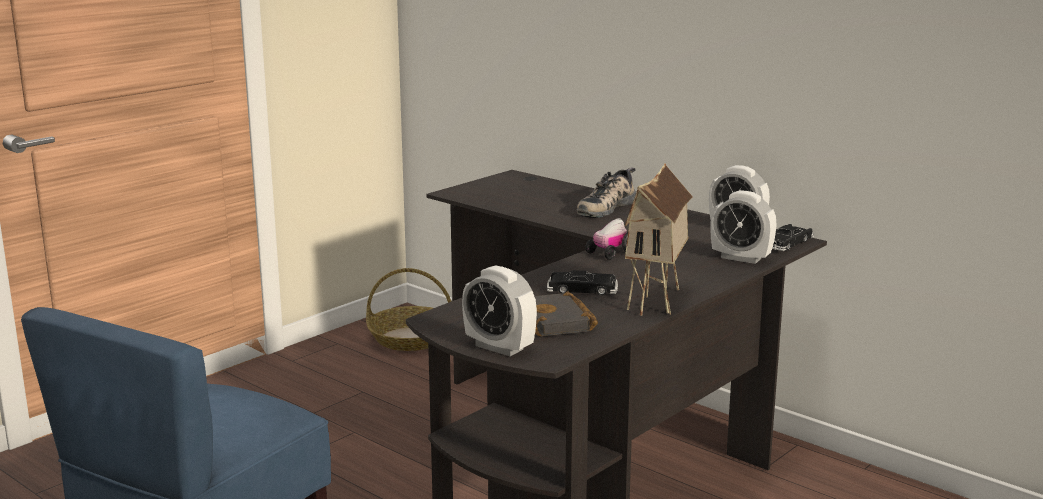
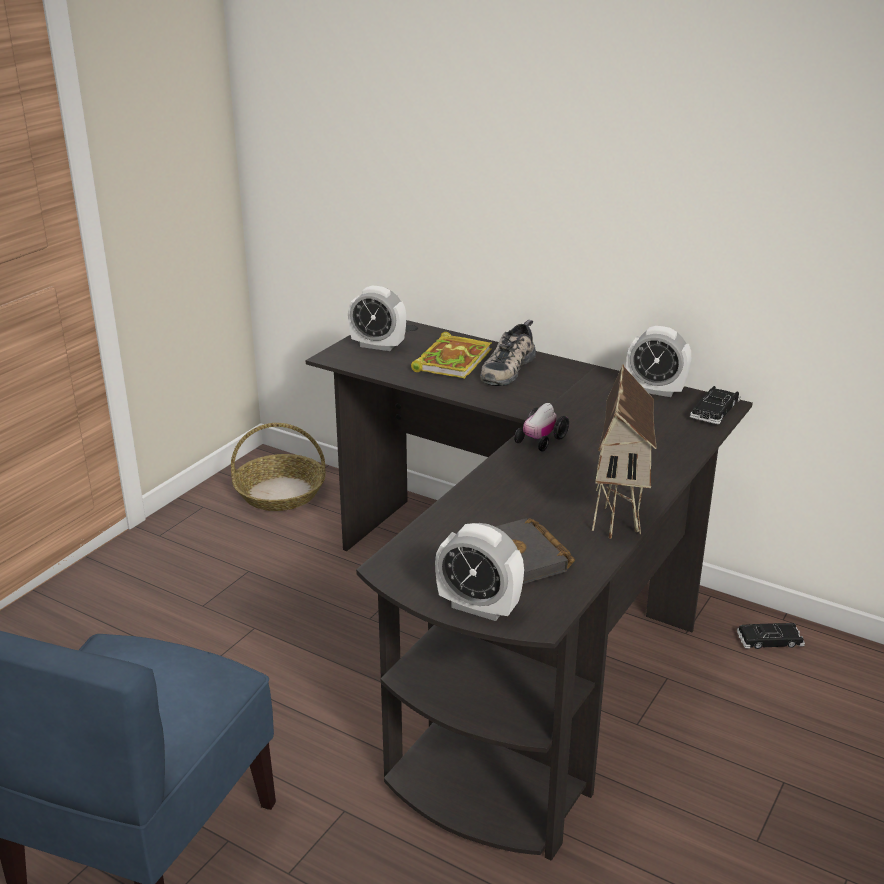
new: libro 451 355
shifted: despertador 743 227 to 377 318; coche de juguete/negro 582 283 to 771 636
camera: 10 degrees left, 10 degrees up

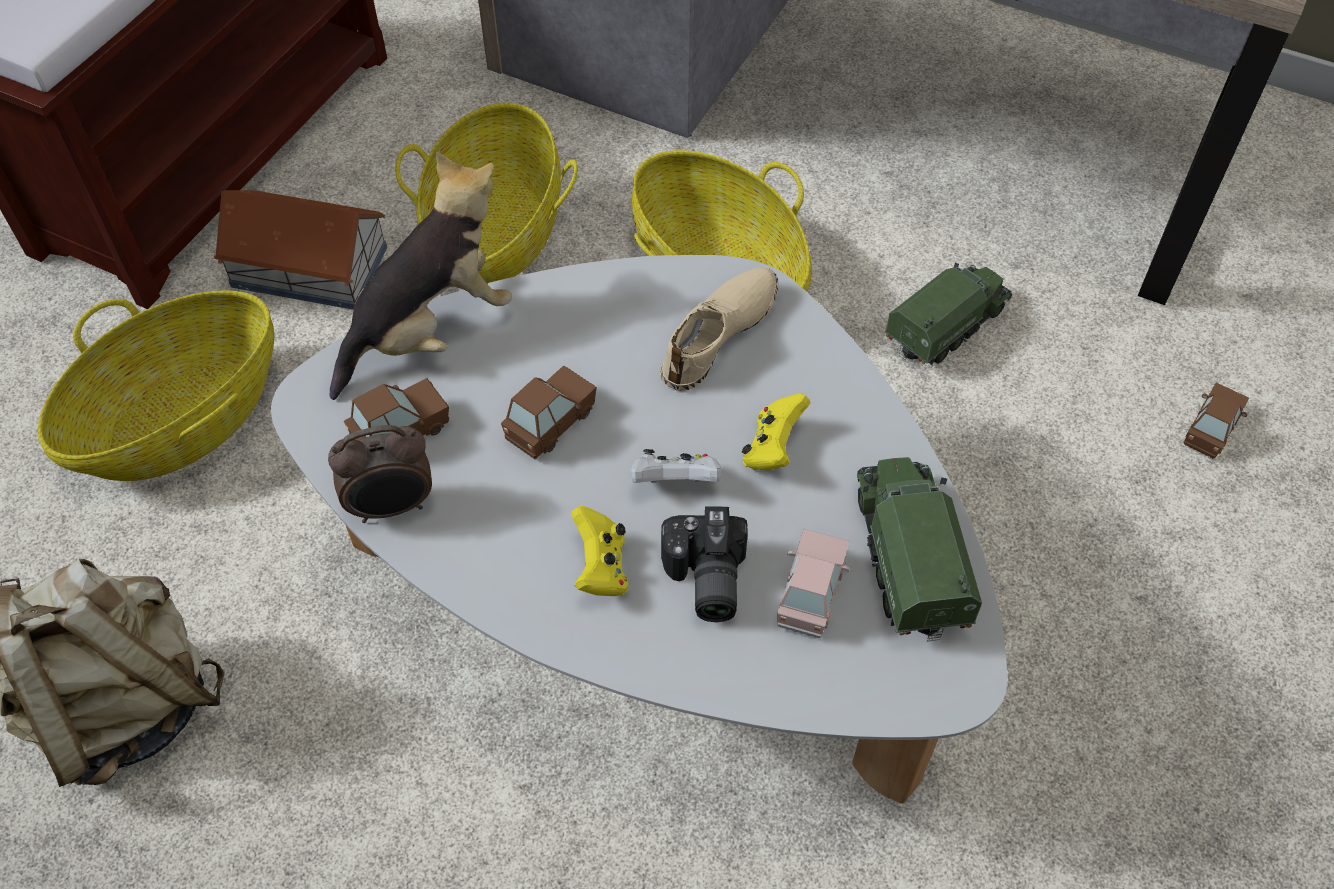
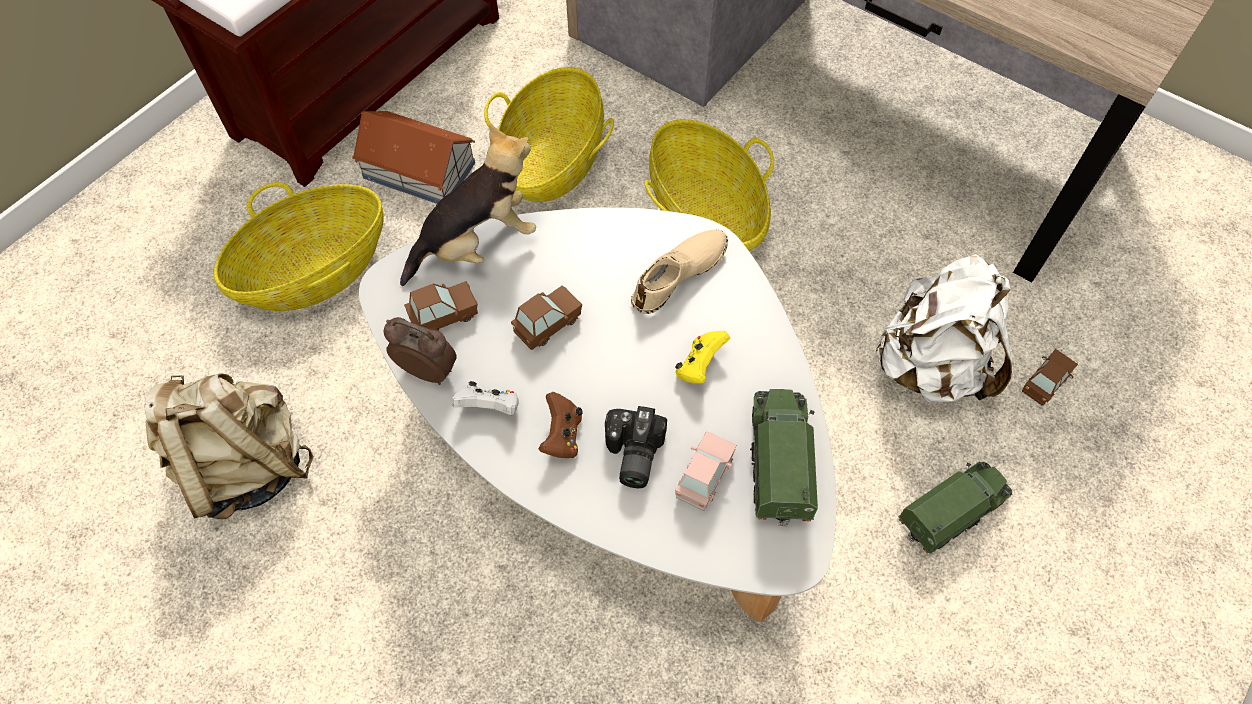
new: mochila/blanco 942 328
shifted: mando de consola/blanco 676 466 to 485 398; camión de juguete 948 314 to 955 508
repainted: mando de consola/amarillo 599 551 to mando de consola/marrón 560 425
rotated: despertador 380 474 = 420 351 150 degrees counterclockwise
camera: 10 degrees right, 5 degrees up

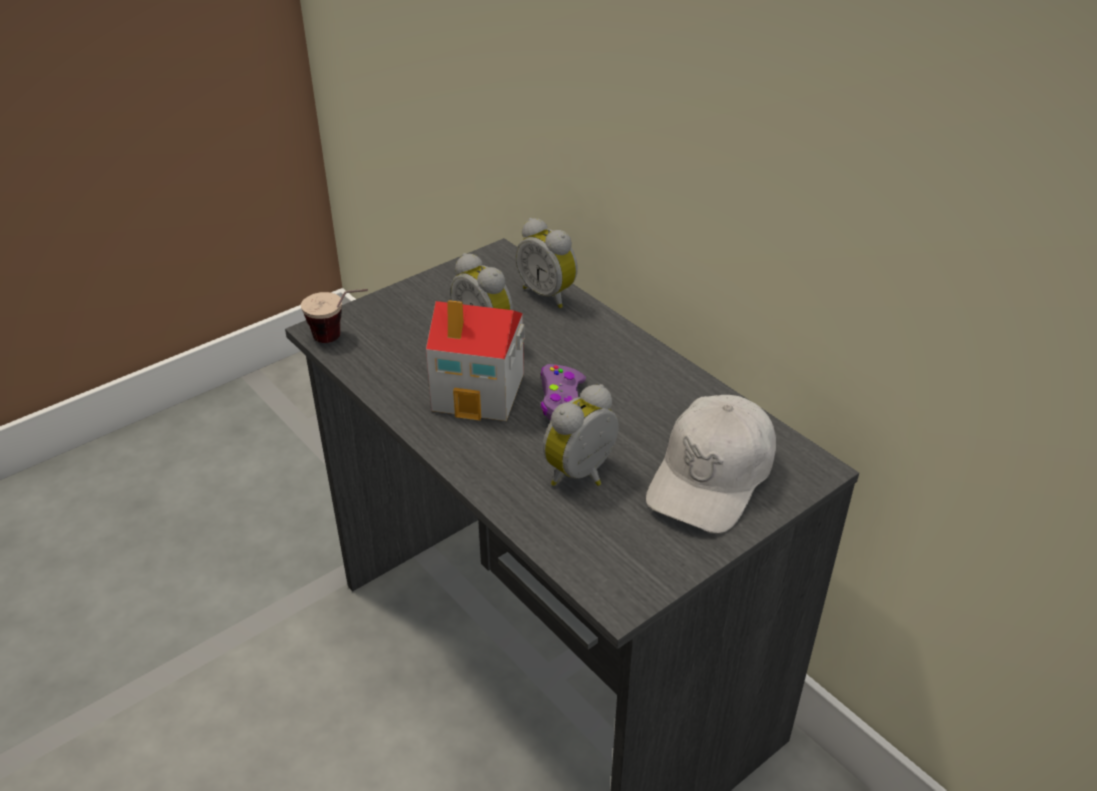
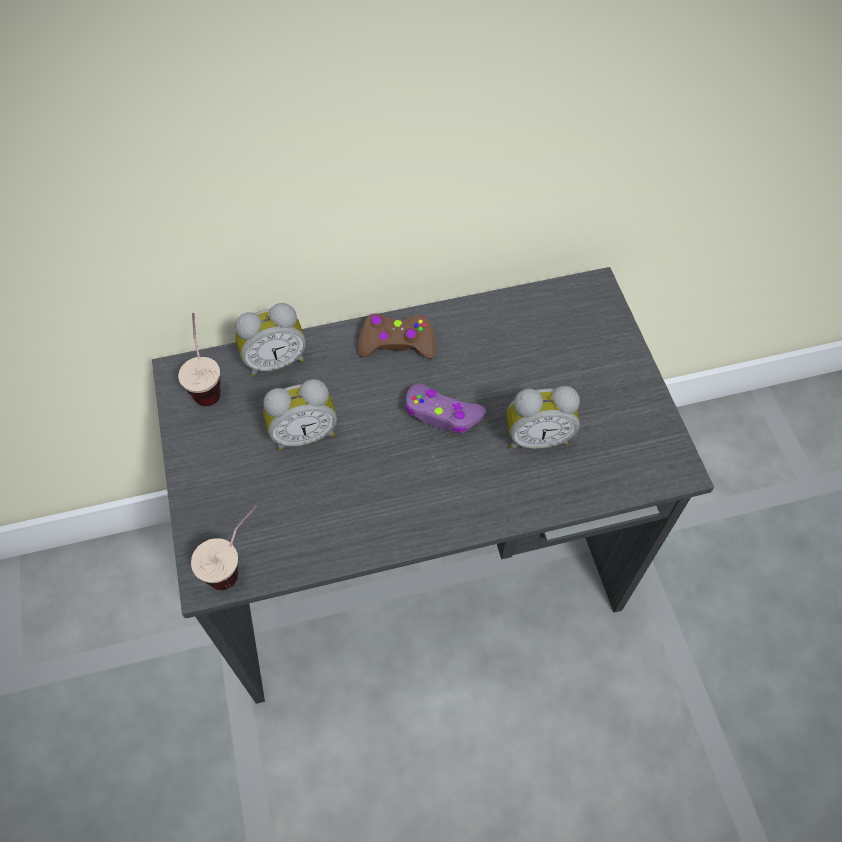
gone: casita 475 360; gorra/blanco 711 464
new: taza 199 359; mando de consola/marrón 396 336
rotated: despertador 581 435 = 543 417 75 degrees counterclockwise
camera: 65 degrees left, 20 degrees up

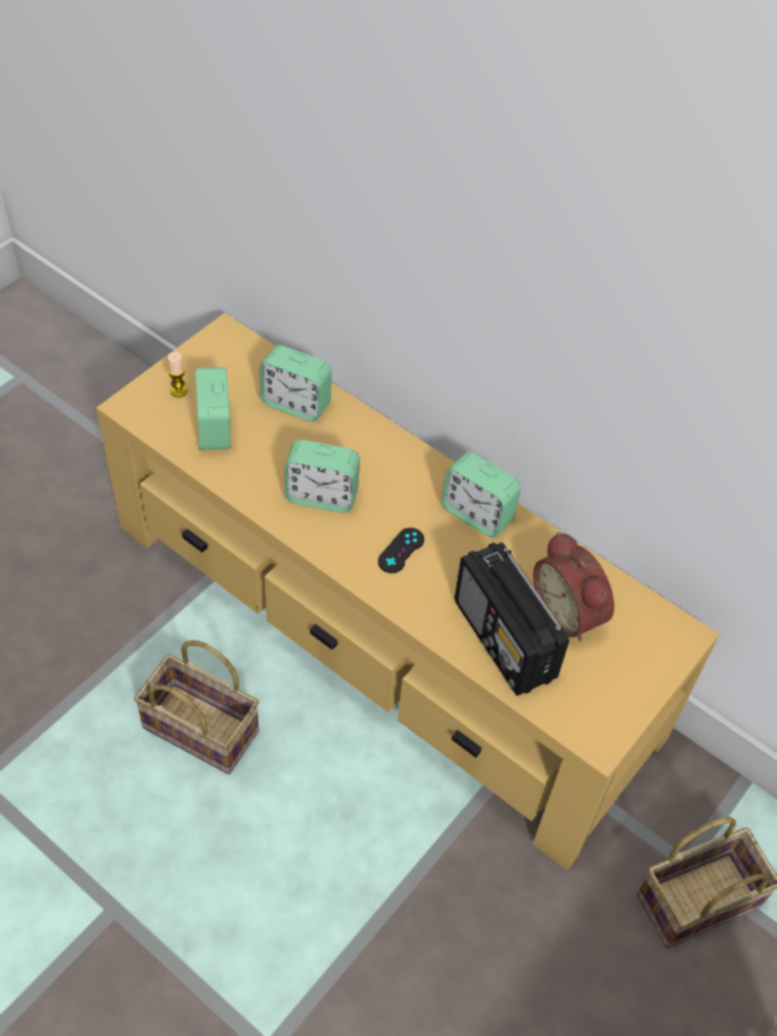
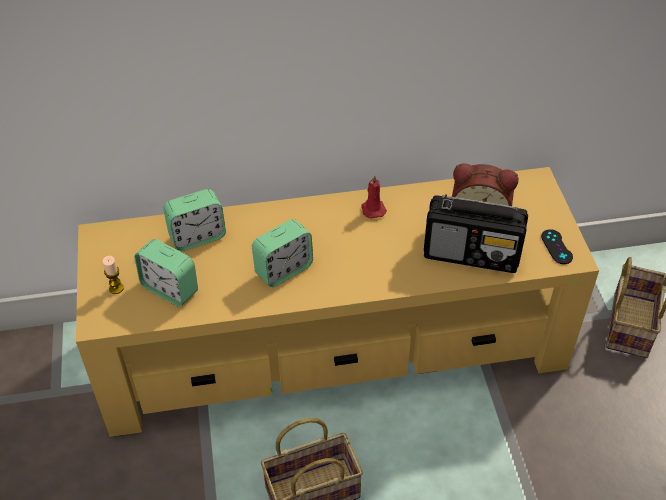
shifted: mando de consola/negro 401 550 to 557 246
swapped: despertador 481 495 to vela/rojo 374 197
camera: 45 degrees left, 5 degrees down

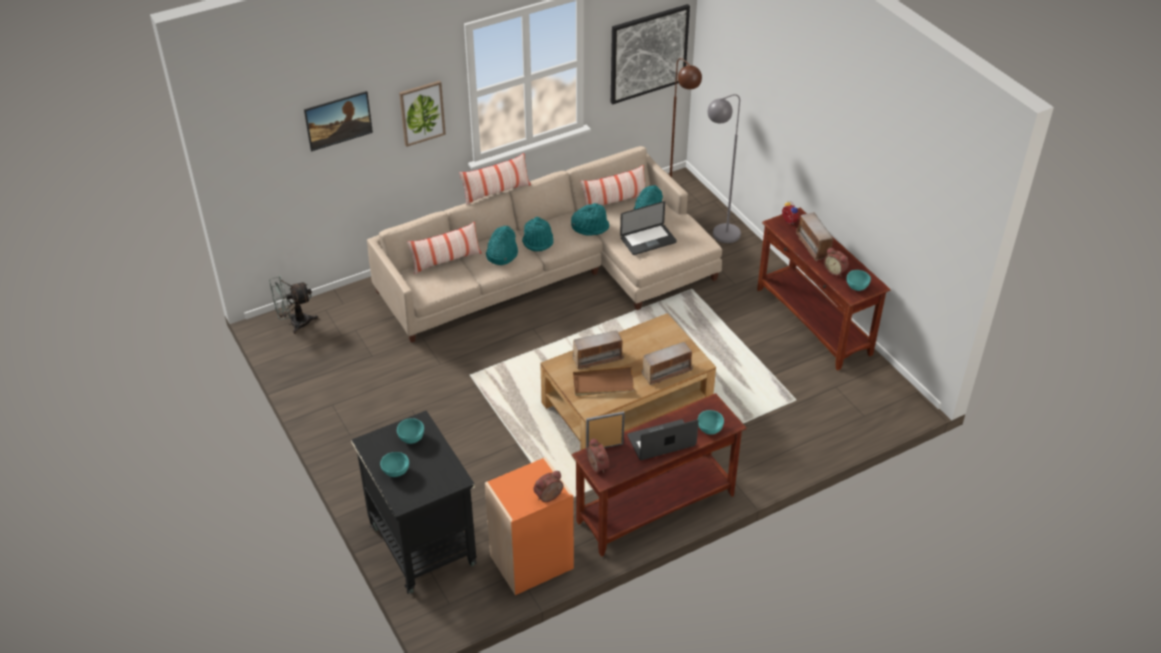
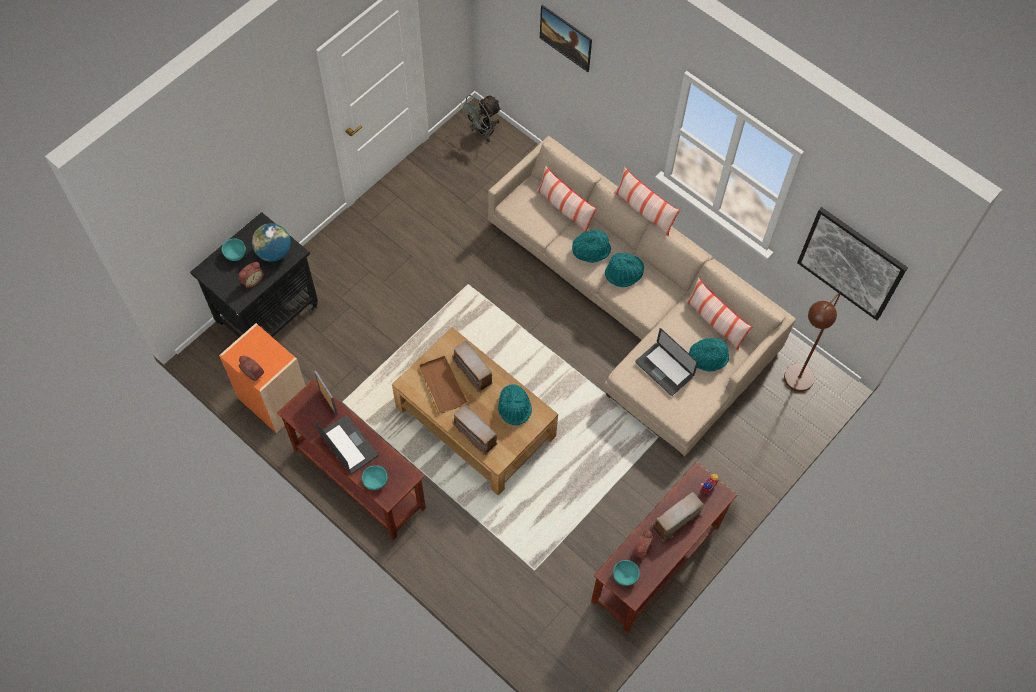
gone: cuadro 422 113; lámpara de pie/gris 724 168
shifted: despertador 598 455 to 251 275; sombrero/turquesa 590 219 to 515 404
swapped: cuenco/turquesa 410 431 to globo terráqueo 271 242
rotated: ventilador/gris 293 304 = 480 118 90 degrees counterclockwise
camera: 70 degrees right, 20 degrees up

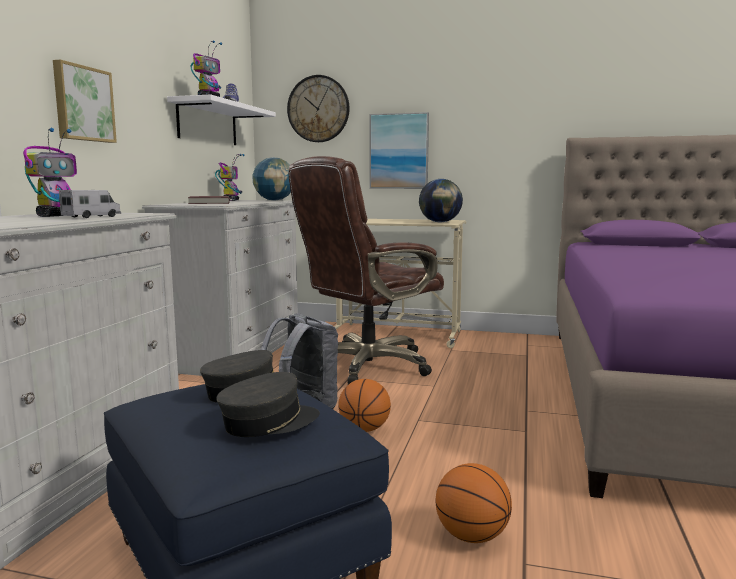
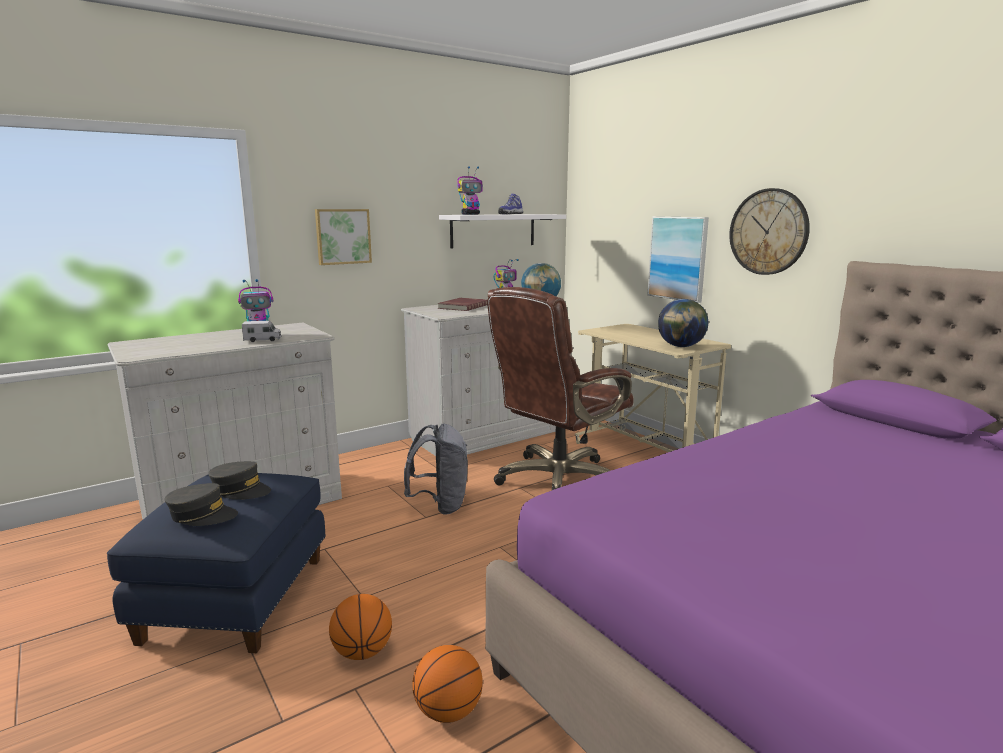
shifted: balón de baloncesto 364 405 to 448 684; reloj de pared 318 108 to 769 231
rotated: silla de oficina/marrón 366 270 = 560 388 45 degrees counterclockwise
camera: 40 degrees right, 5 degrees up

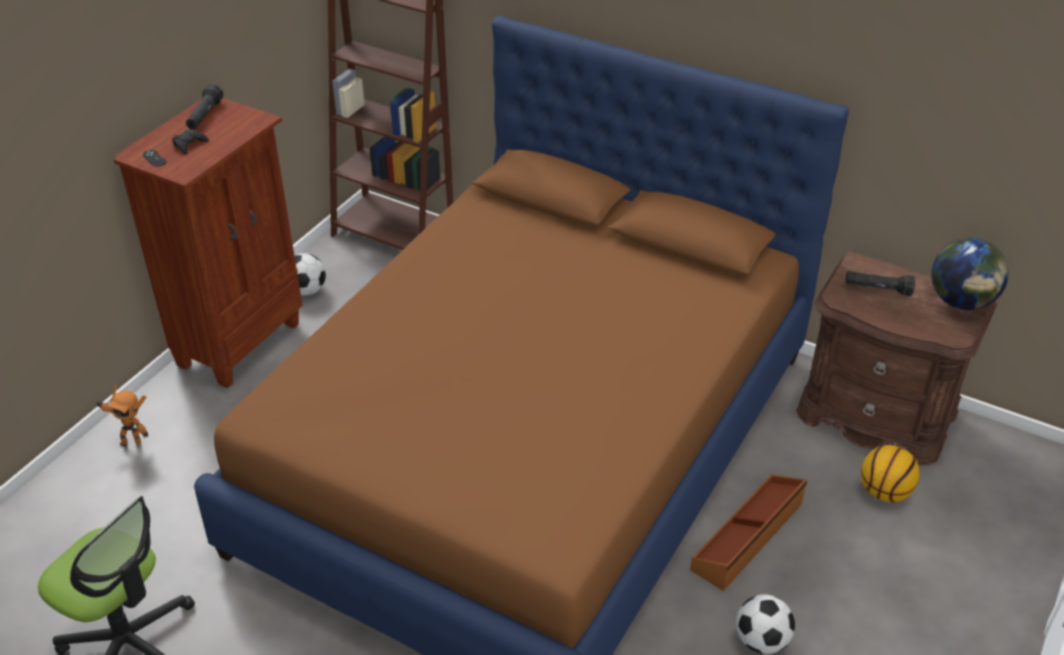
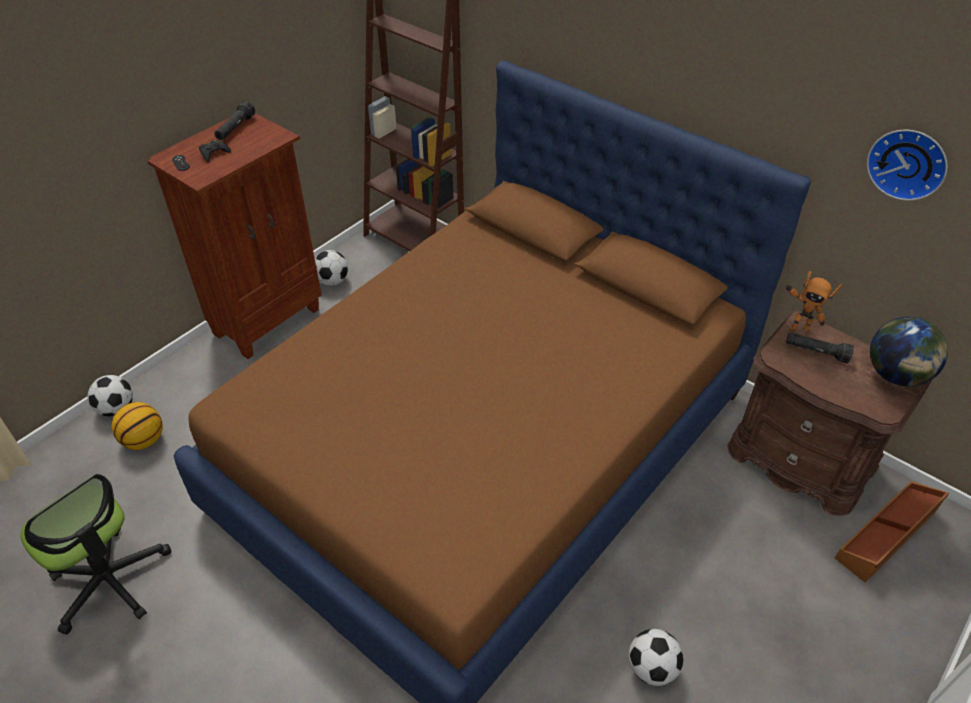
new: balón de fútbol 110 395; reloj de pared 907 165
shifted: balón de baloncesto 890 474 to 137 426; robot de juguete 121 415 to 813 301; caja de almacenaje/marrón 748 532 to 892 532
camera: 10 degrees right, 5 degrees up

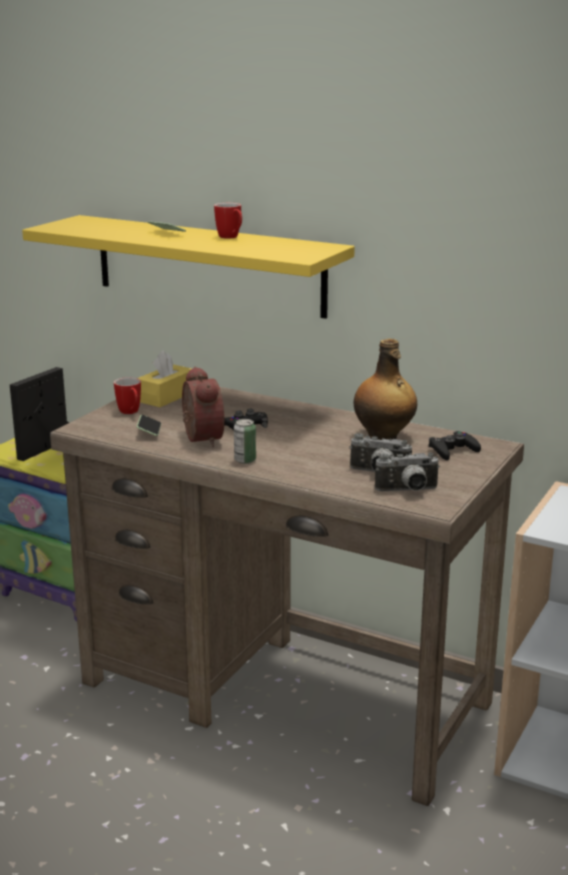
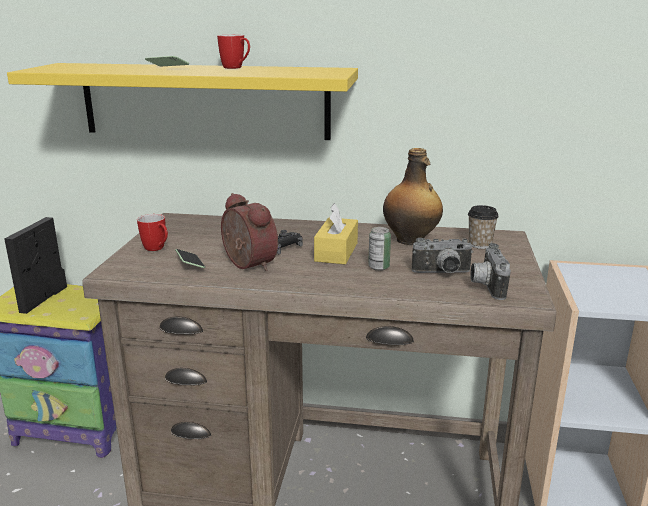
shifted: caja de pañuelos/amarillo 165 378 to 336 234; lata 245 441 to 379 249
swapped: mando de consola/negro 455 445 to taza 483 227
rotated: cámara 407 472 = 490 271 120 degrees clockwise
camera: 20 degrees left, 0 degrees up

